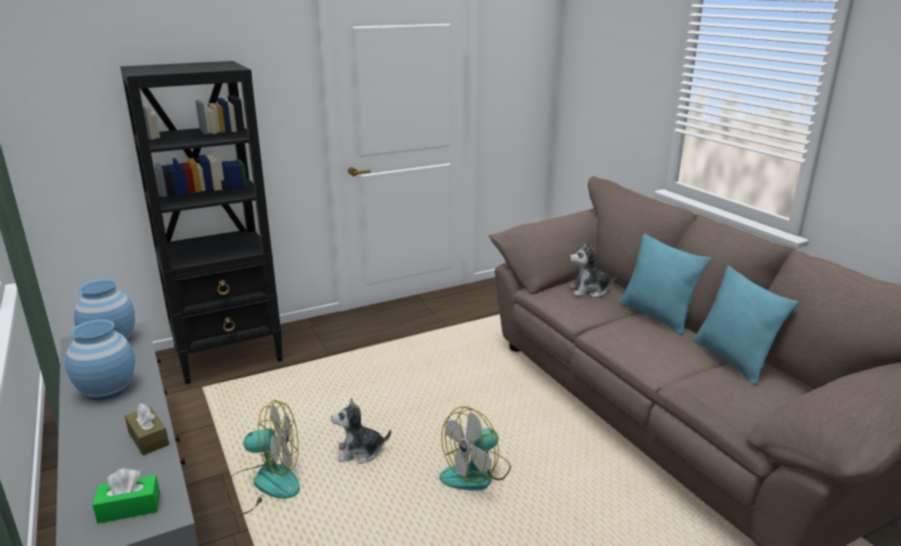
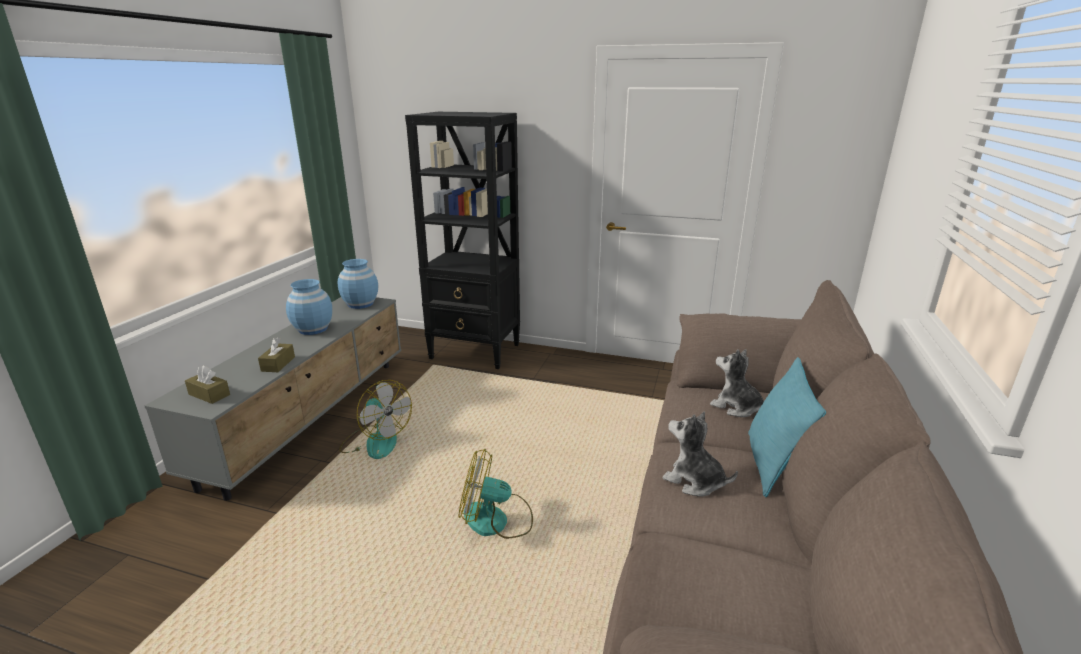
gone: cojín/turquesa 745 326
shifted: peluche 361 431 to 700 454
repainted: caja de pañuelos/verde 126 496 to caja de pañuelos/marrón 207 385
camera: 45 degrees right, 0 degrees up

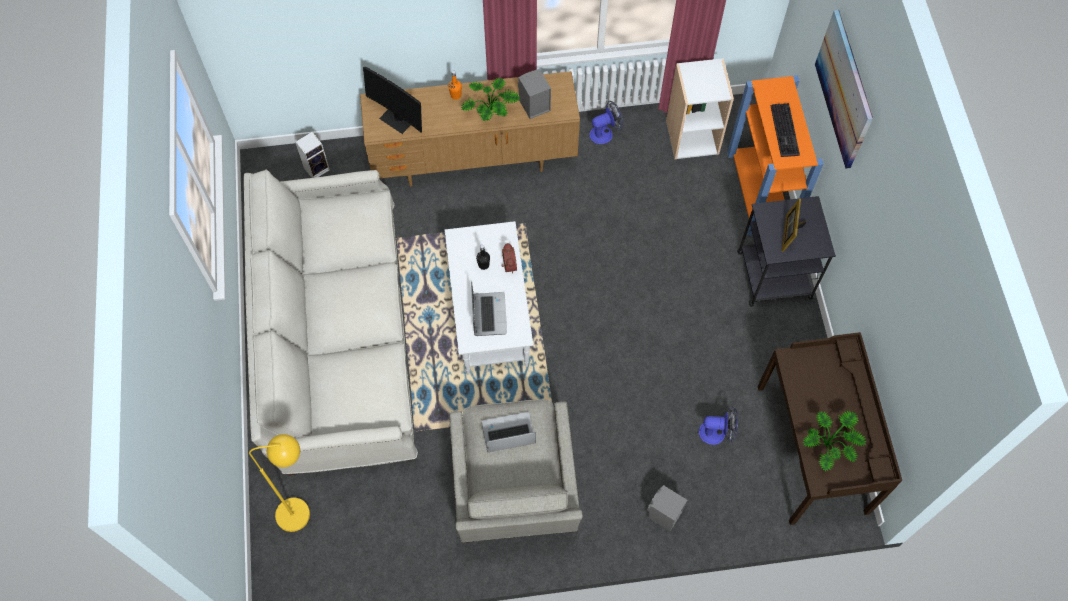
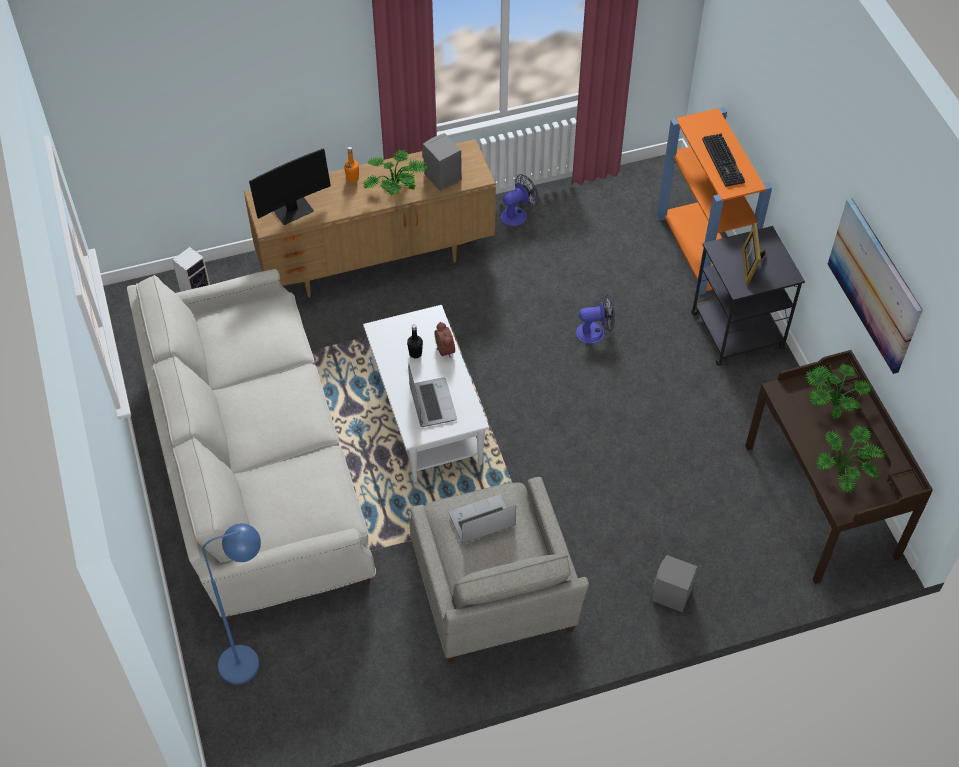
gone: estantería 700 108
new: planta en maceta 838 391
shifted: ventilador 718 425 to 595 319; cuadro 844 89 to 875 286
repainted: lámpara de pie/amarillo 279 483 to lámpara de pie/azul 231 603
rotated: monitor 392 100 = 290 186 60 degrees counterclockwise
camera: 10 degrees left, 10 degrees down

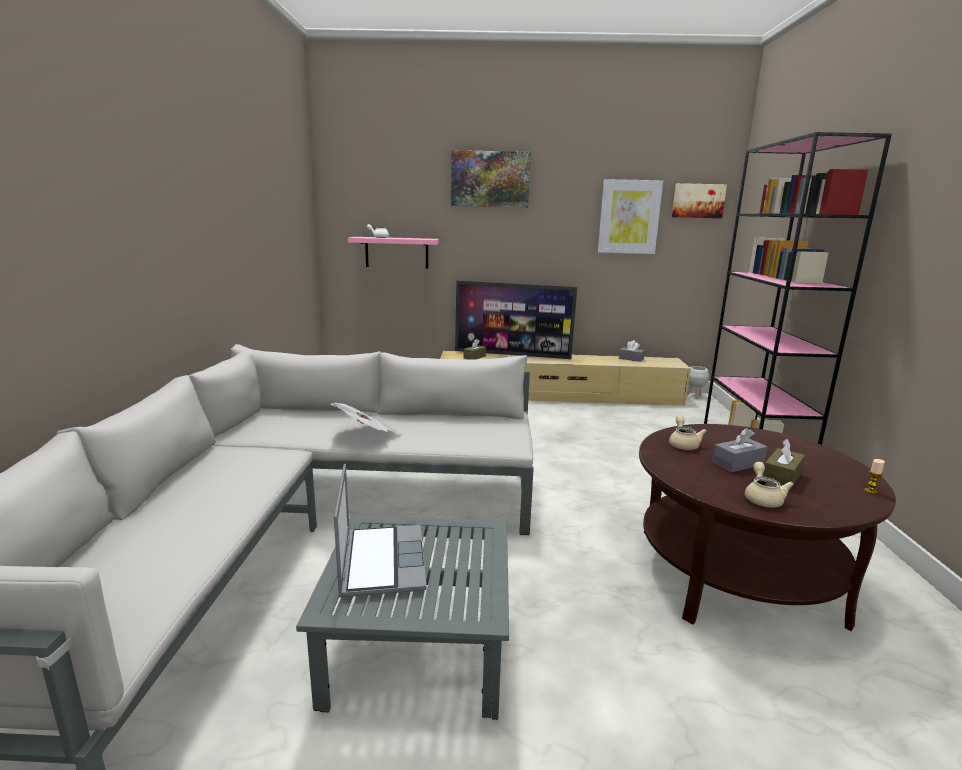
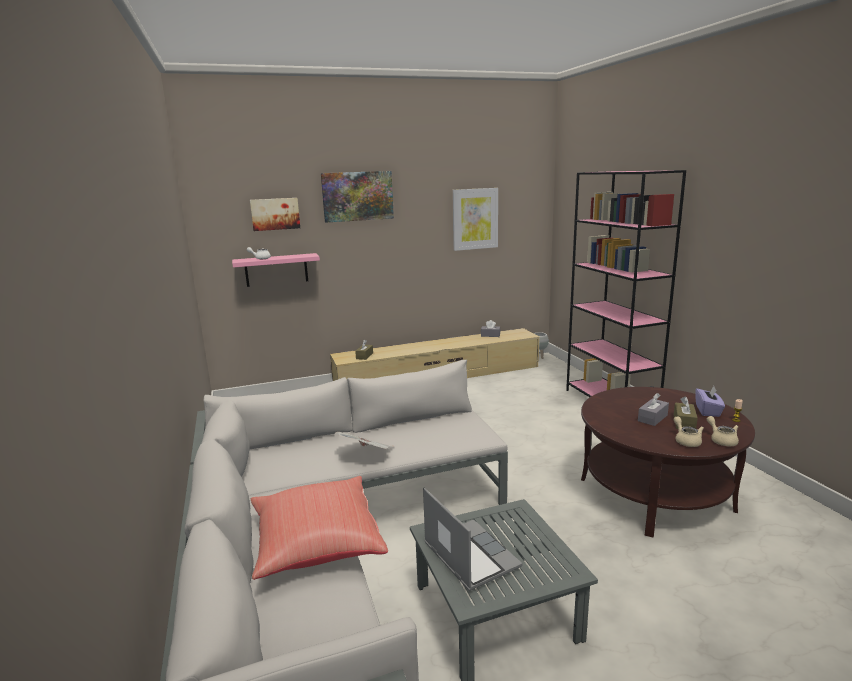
gone: televisor 516 320
new: cojín/rojo 319 528; caja de pañuelos/morado 710 401
shifted: cuadro 699 200 to 275 214; tetera/beis 687 432 to 723 431
camera: 20 degrees left, 0 degrees up

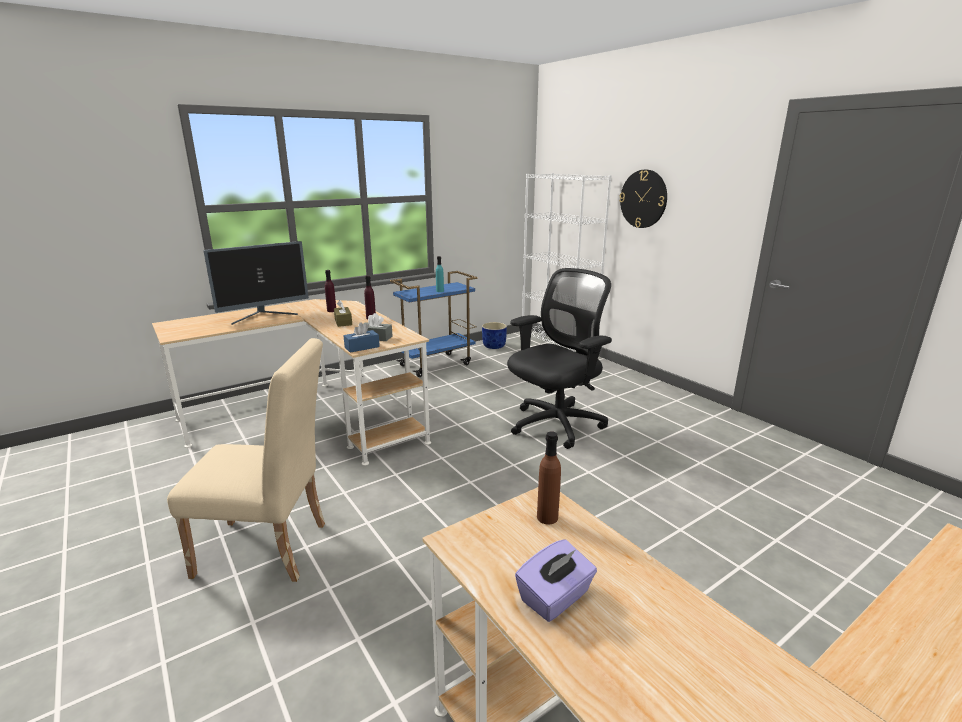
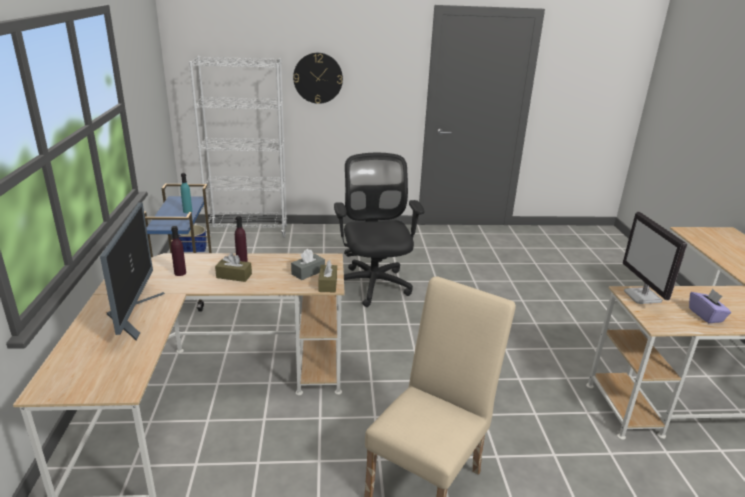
swapped: botella/marrón 549 477 to monitor 655 258
repainted: caja de pañuelos/azul 361 337 to caja de pañuelos/marrón 327 276
camera: 60 degrees left, 5 degrees up

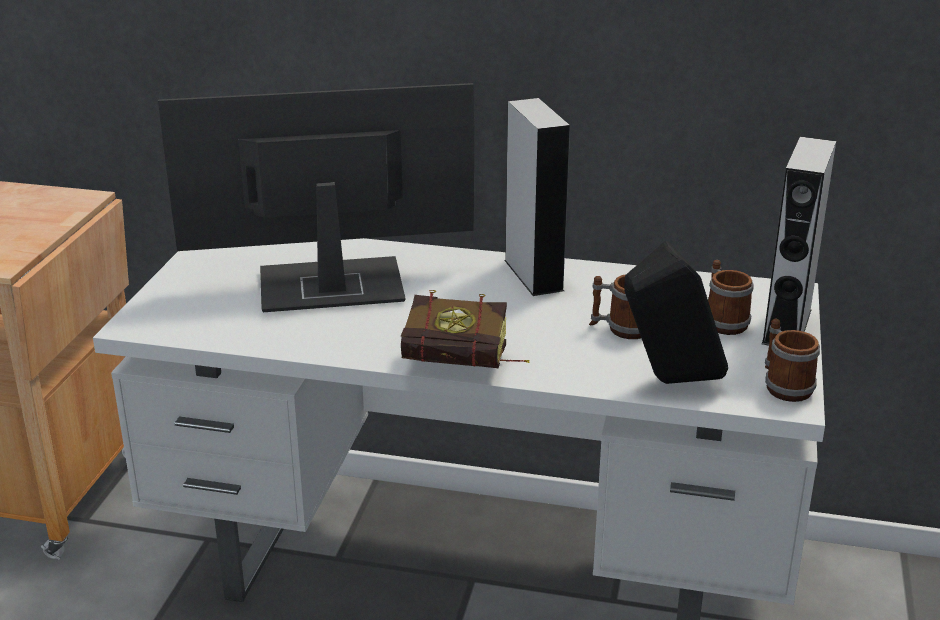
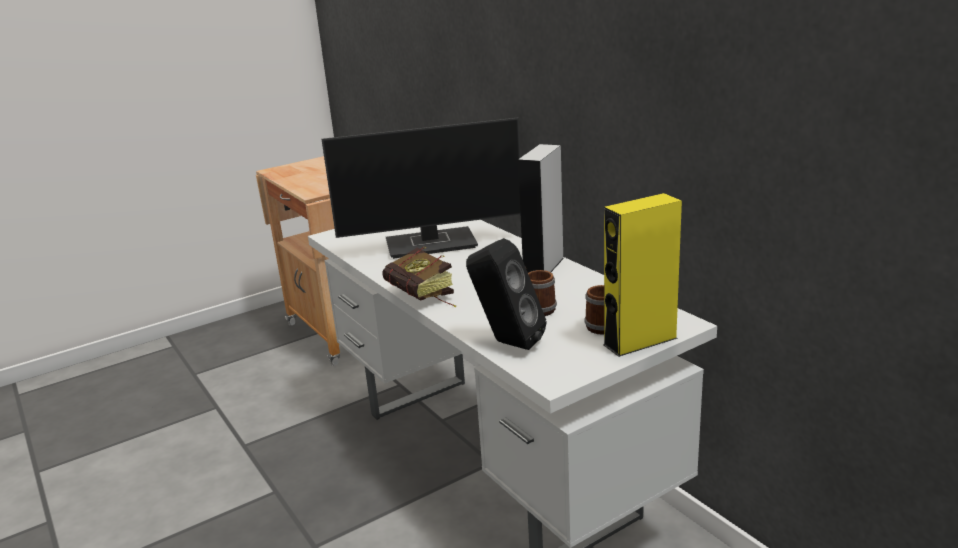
gone: taza grande 792 360
repainted: altavoz/gris 798 241 to altavoz/amarillo 642 275
rotated: monitor 316 197 = 421 188 135 degrees clockwise
camera: 45 degrees right, 5 degrees down

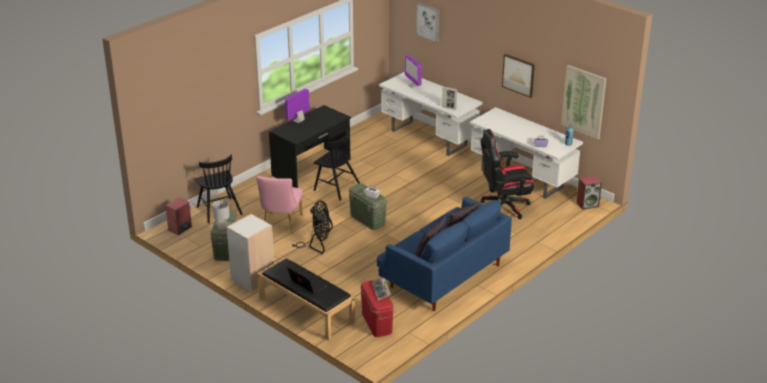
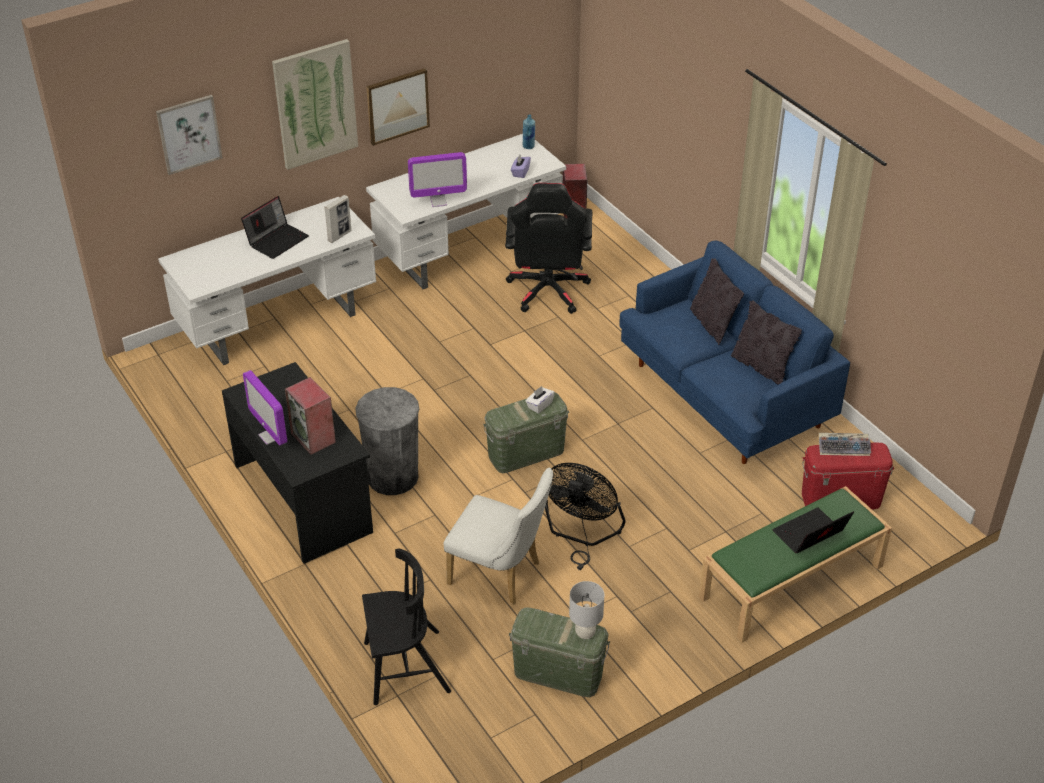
gone: estantería 250 253
new: portátil 275 227
shifted: cuadro 583 102 to 315 104; altavoz 178 216 to 310 416; monitor 413 71 to 437 179
swapped: silla/negro 337 165 to papelera/gris 387 441
repainted: silla/rosa 279 205 to silla/blanco 498 536; banco/negro 306 299 to banco/verde 795 564
camera: 75 degrees left, 10 degrees up

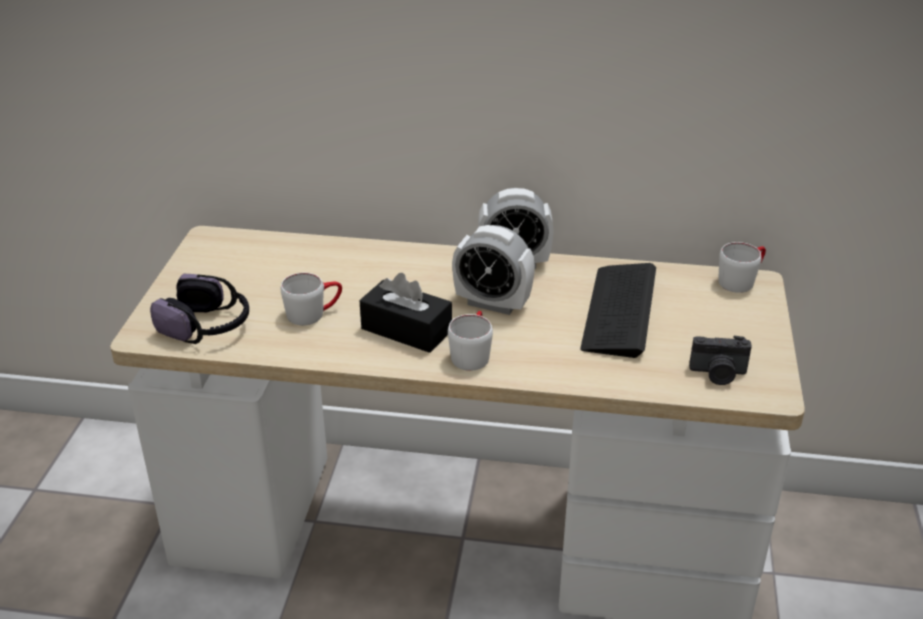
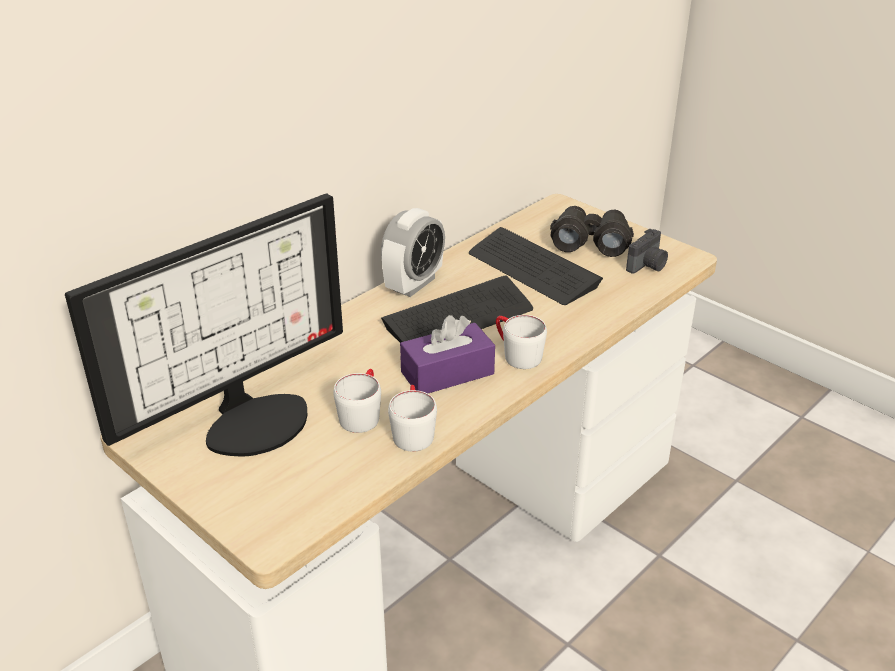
gone: auriculares 199 309
new: monitor 204 324; prismáticos/negro 592 231
shifted: taza grande/blanco 742 267 to 412 418
swapped: despertador 493 270 to teclado 457 309
repainted: caja de pañuelos/negro 405 313 to caja de pañuelos/morado 447 354
camera: 55 degrees left, 0 degrees up

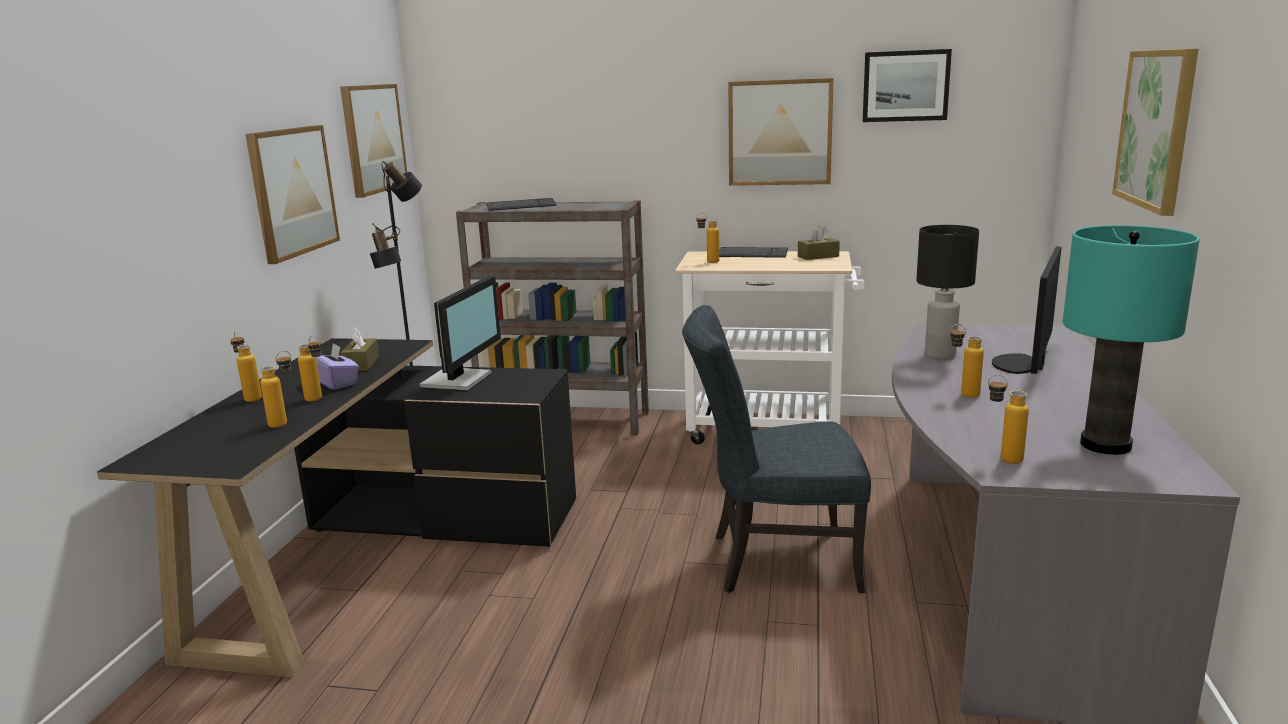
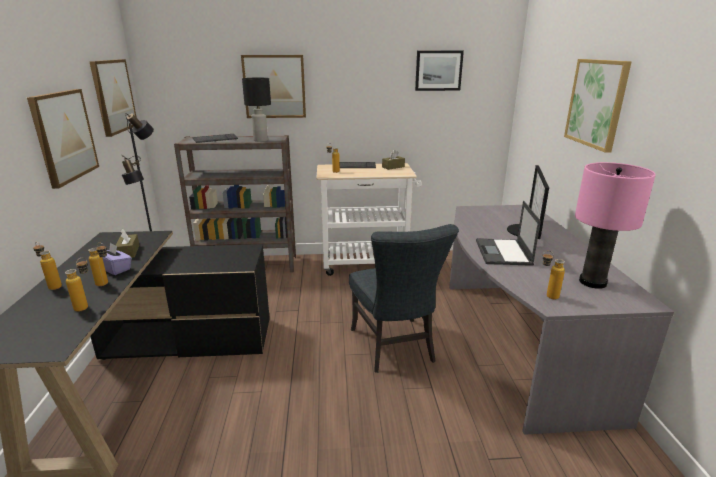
gone: monitor 460 333
shifted: cuadro 781 132 to 273 86; lámpara de mesa/negro 947 292 to 256 110
swapped: botella 966 361 to portátil 508 233
repainted: lámpara de mesa/turquesa 1131 340 to lámpara de mesa/rosa 615 225
rotated: silla/gris 776 449 = 404 298 90 degrees counterclockwise
camera: 15 degrees left, 5 degrees up

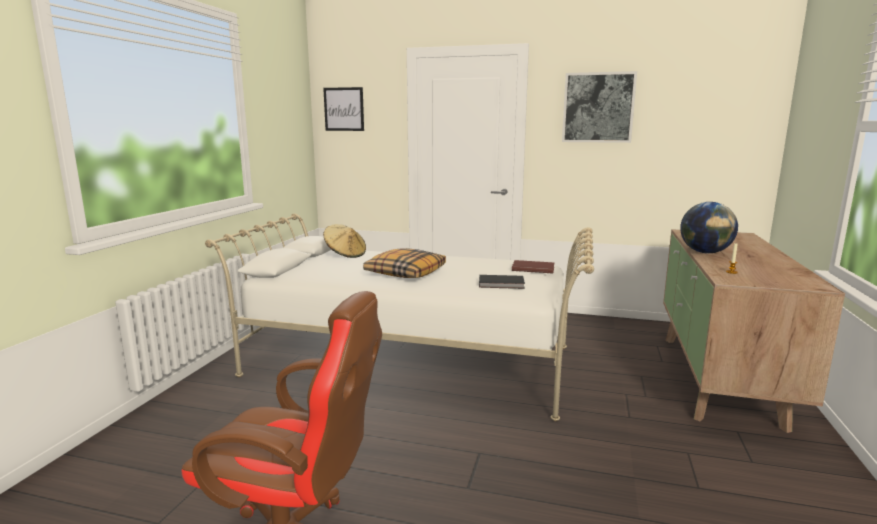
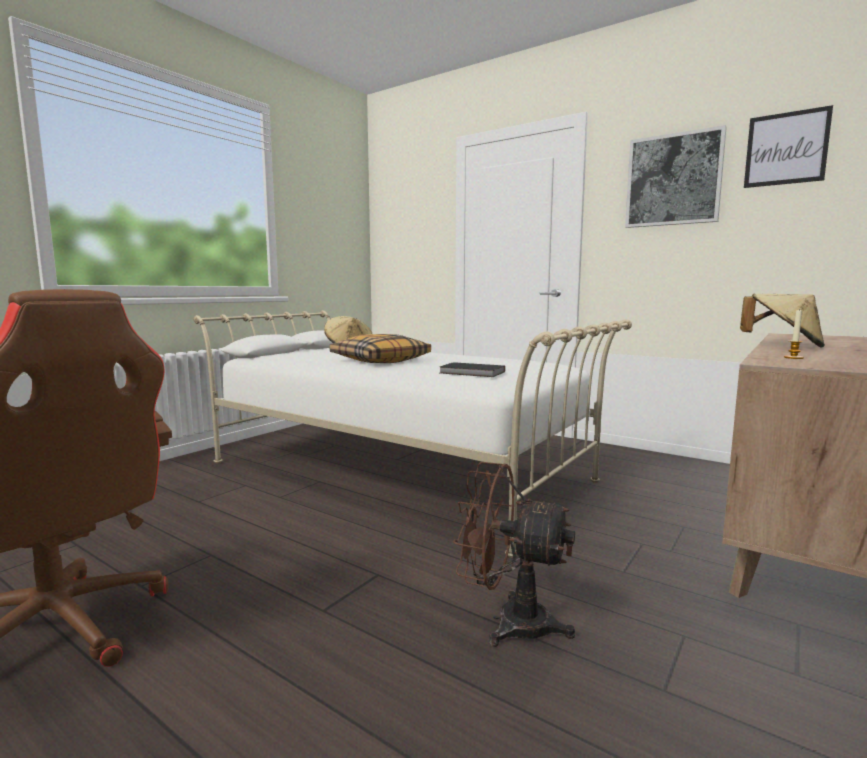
gone: libro/marrón 533 267
new: ventilador/marrón 514 554
shifted: cuadro 343 109 to 788 146
swapped: globo terráqueo 709 227 to sombrero/beis 782 320
camera: 20 degrees right, 5 degrees down

